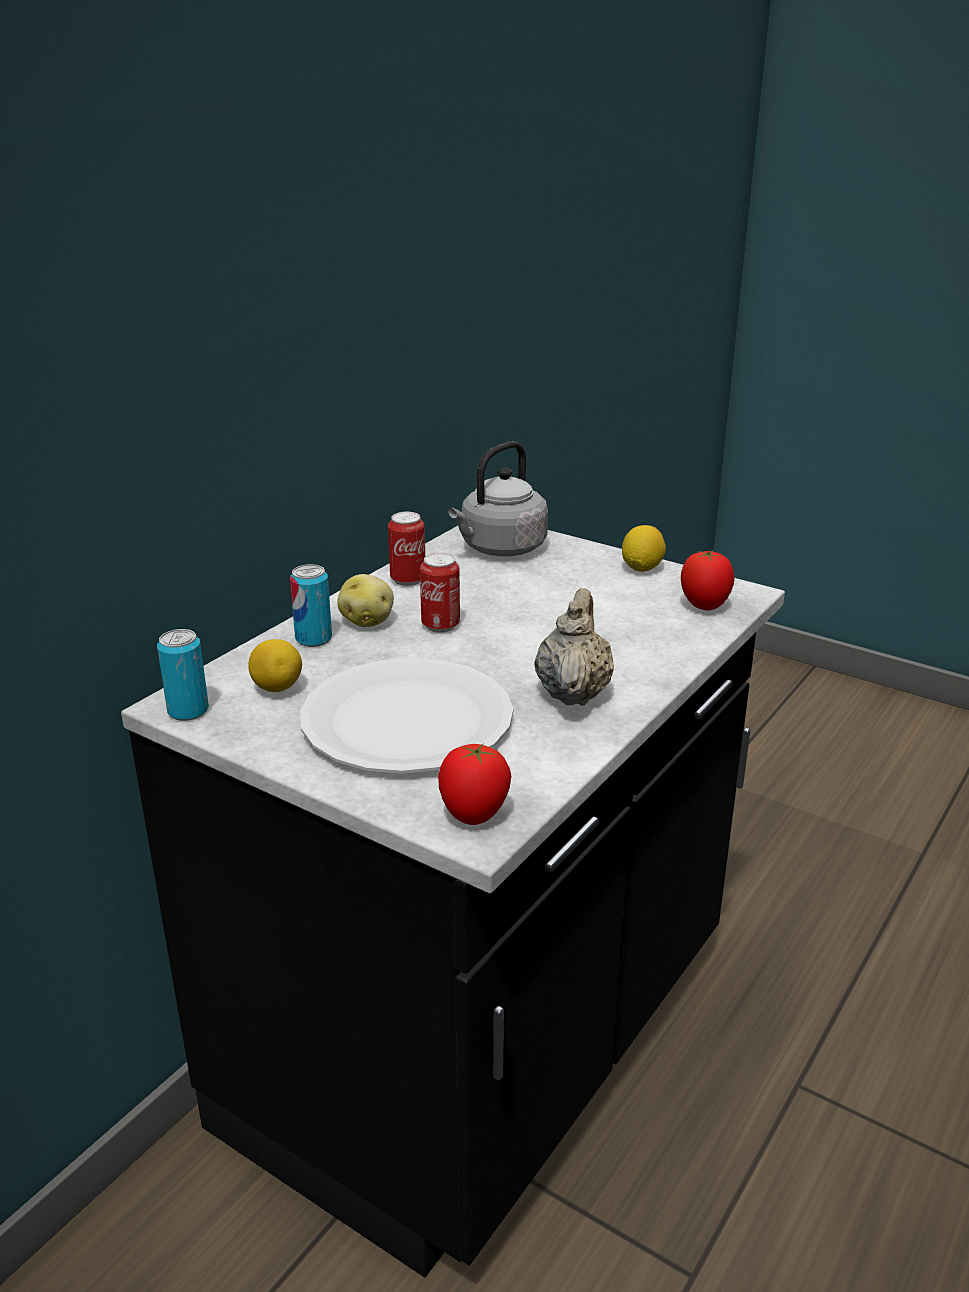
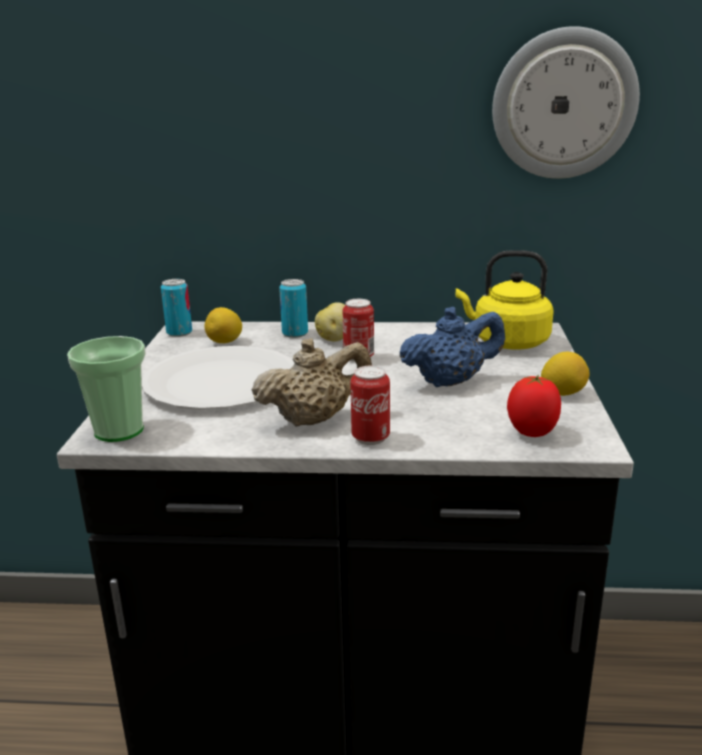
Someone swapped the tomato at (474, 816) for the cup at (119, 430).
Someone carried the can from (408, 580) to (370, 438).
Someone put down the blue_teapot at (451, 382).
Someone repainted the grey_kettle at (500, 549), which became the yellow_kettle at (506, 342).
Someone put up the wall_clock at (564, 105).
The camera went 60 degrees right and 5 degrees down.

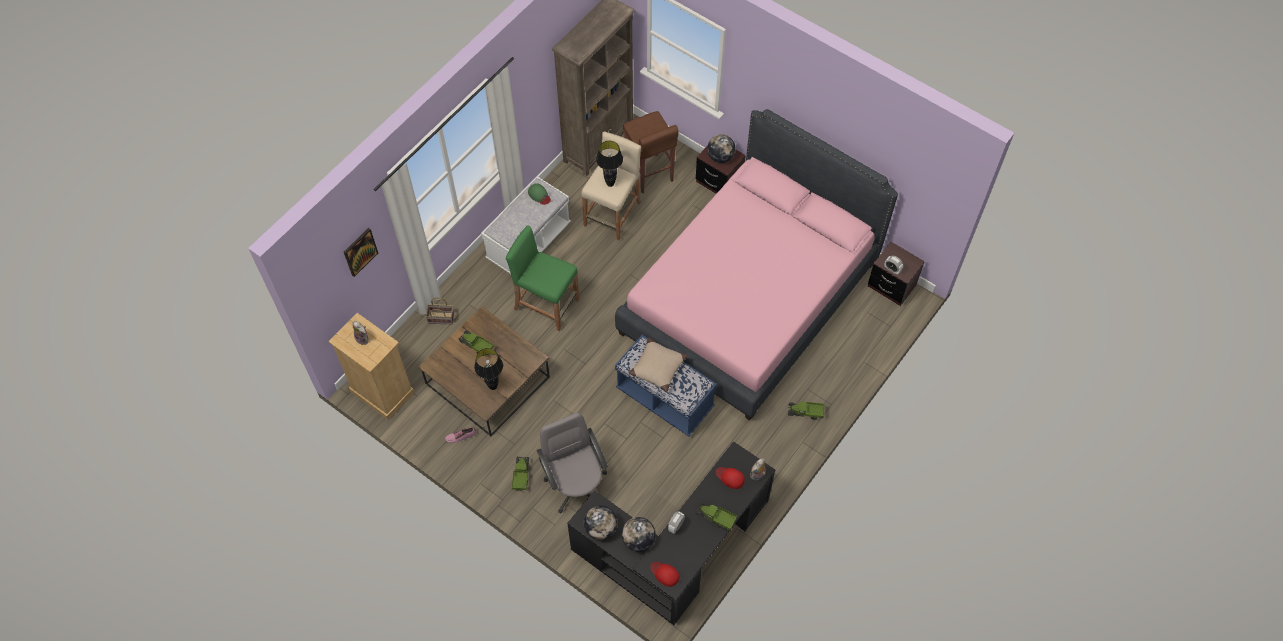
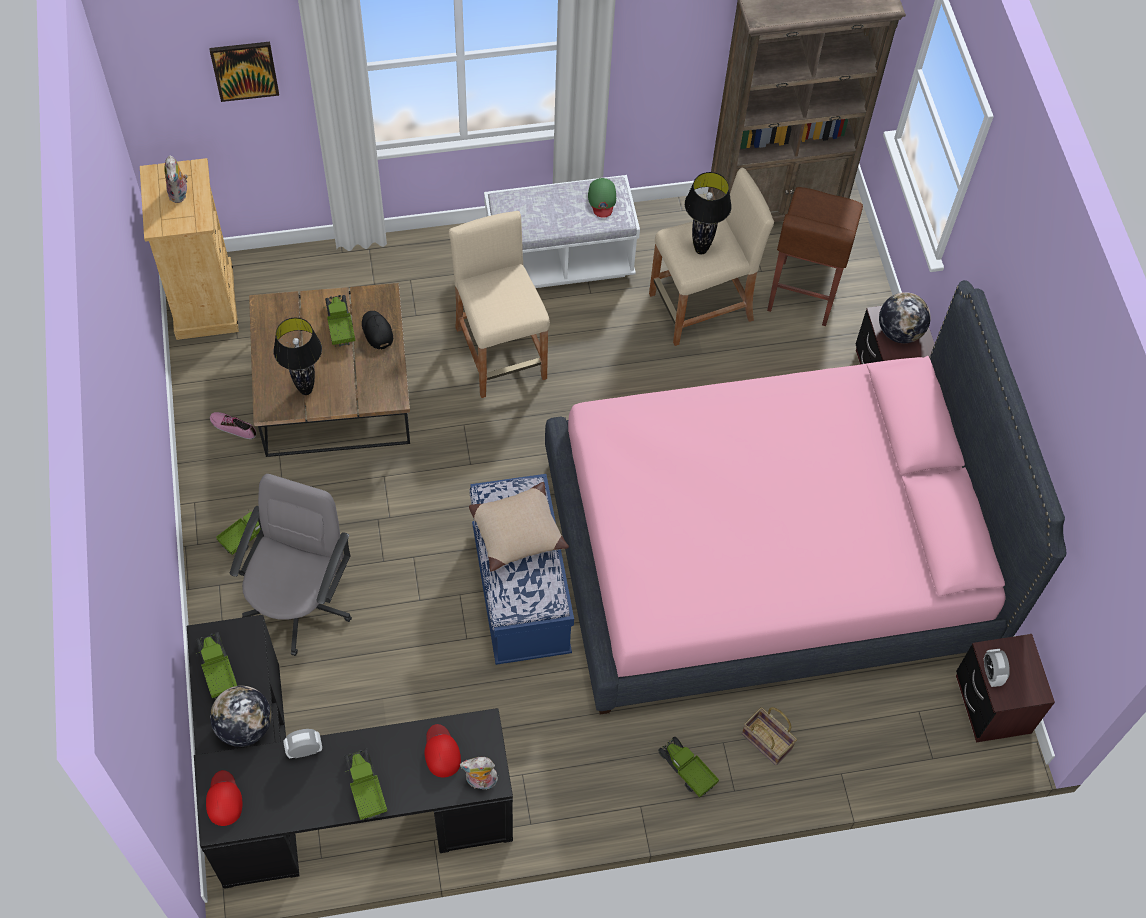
Someone swapped the globe at (601, 528) for the toy_truck at (217, 669).
Someone put down the black_cap at (377, 331).
Someone repainted the green_stool at (546, 304), which became the beige_stool at (500, 353).
Someone carried the basket from (442, 317) to (768, 741).
The camera went 40 degrees right and 0 degrees up.

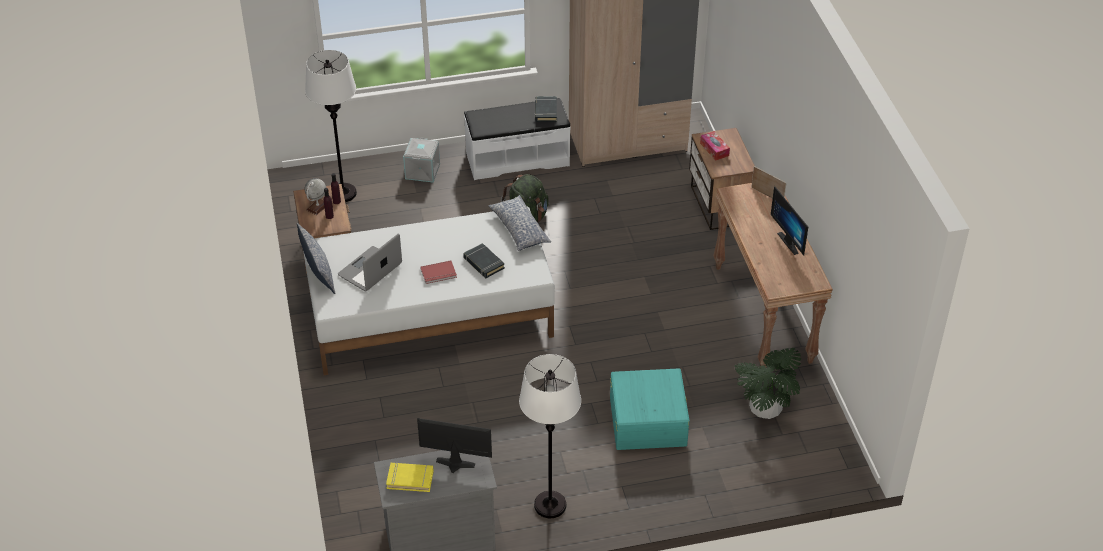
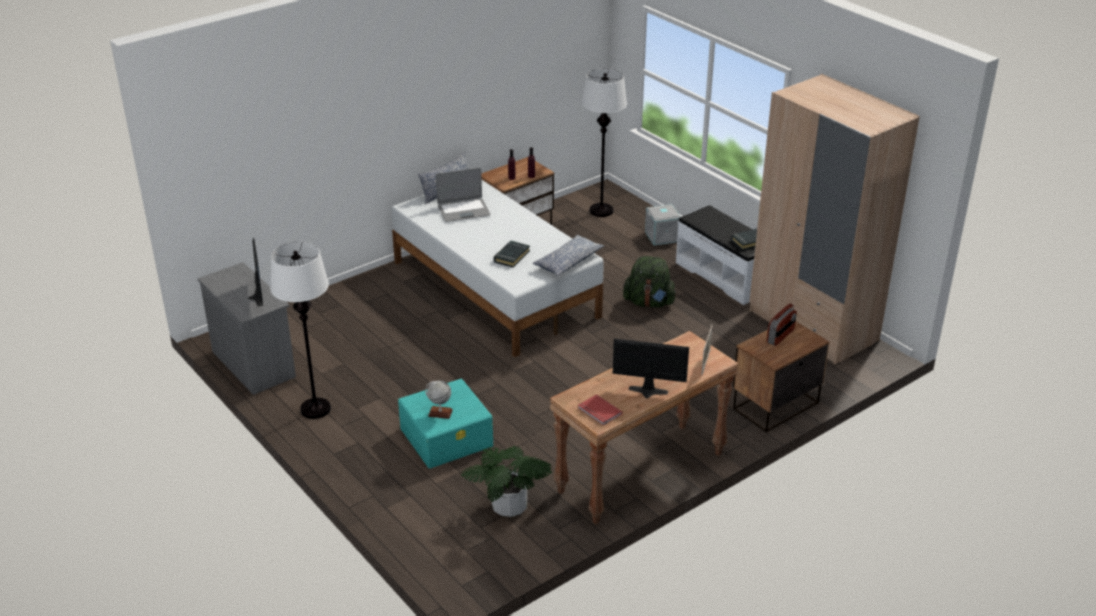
Someone carried the globe from (317, 207) to (440, 413).
Someone rotated the laptop at (370, 270) by 150 degrees clockwise.
Someone carried the red_book from (439, 274) to (599, 412).
Someone rotated the monitor at (791, 242) by 60 degrees clockwise.
Someone swapped the tissue_box at (714, 149) for the radio at (780, 336).
Someone took away the yellow_book at (410, 479).
The camera went 65 degrees right and 10 degrees down.

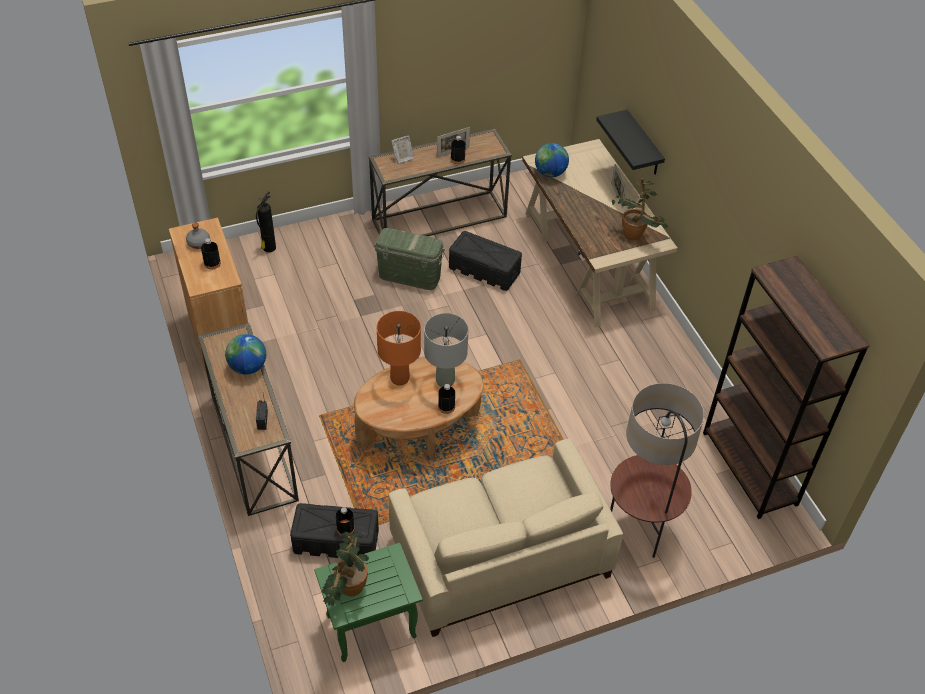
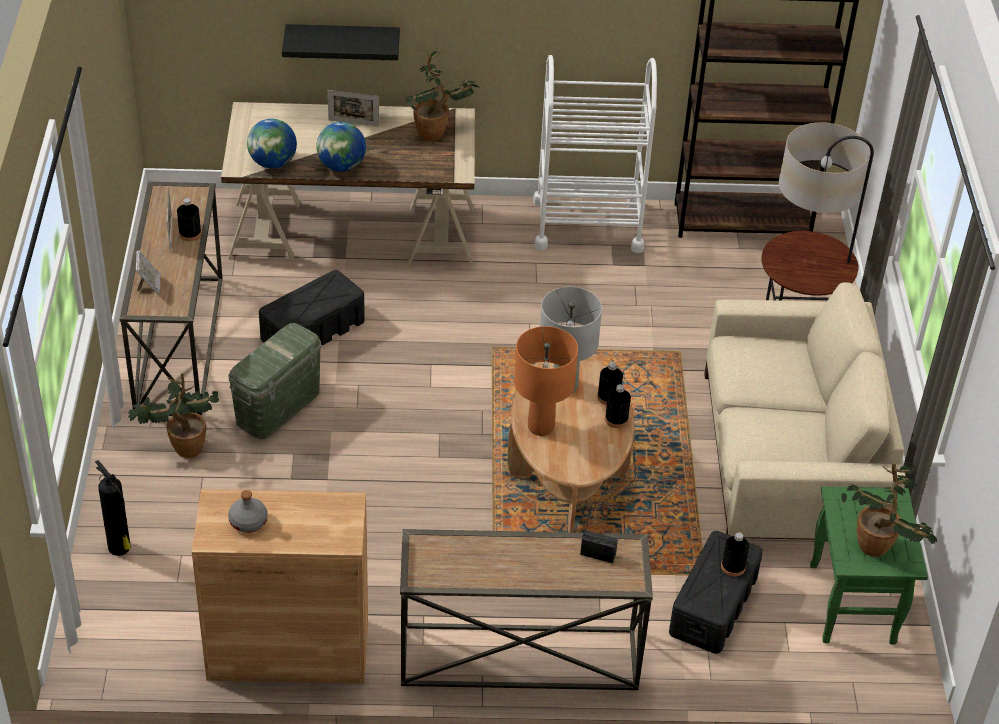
Someone put down the potted_plant at (181, 447).
Someone carried the globe from (248, 367) to (341, 166).
Someone put down the white_cart at (587, 225).
Someone carried the black_bottle from (212, 263) to (616, 419).
The camera went 70 degrees left and 5 degrees down.

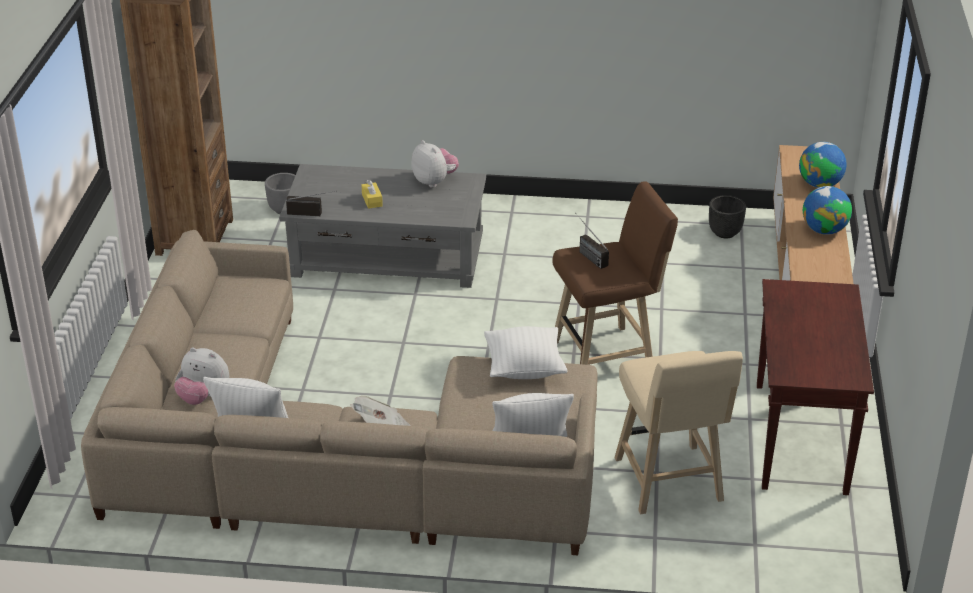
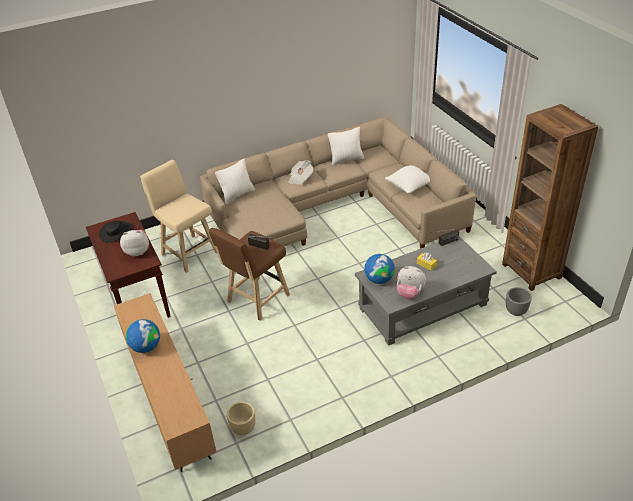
Someone put down the black_hat at (116, 232).
Someone carried the plush_toy from (203, 397) to (137, 251).
Someone repainted the black_planter at (725, 233), which became the beige_planter at (243, 428).
Someone carried the globe from (820, 184) to (379, 280).
Someone carried the white_pillow from (524, 368) to (409, 187).
The camera went 150 degrees right and 5 degrees up.

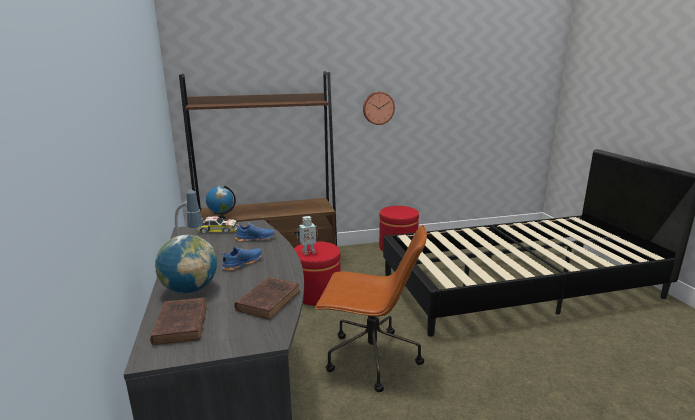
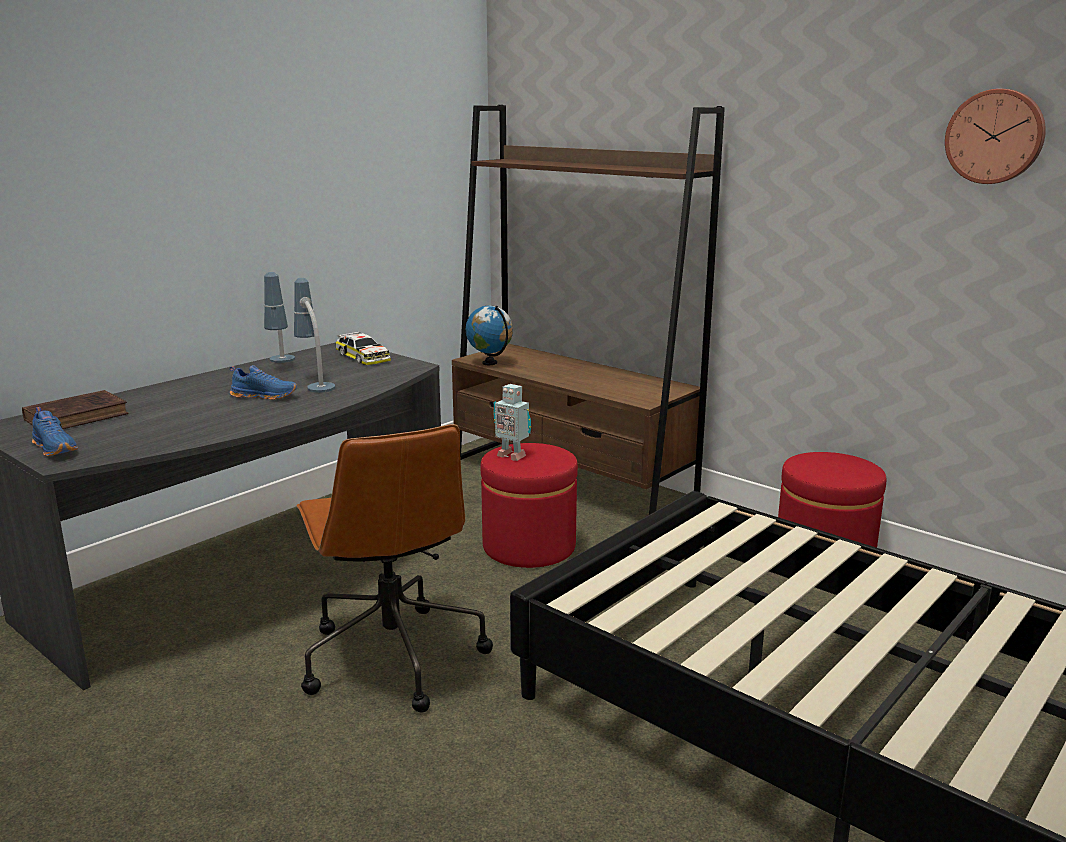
Someone carried the blue_shoe from (255, 238) to (56, 448).
Someone put down the table_lamp at (315, 383).
Someone carried the wall_clock from (378, 108) to (995, 136).
Someone took away the globe at (190, 289).
Someone took away the brown_book at (269, 300).
The camera went 55 degrees right and 0 degrees up.

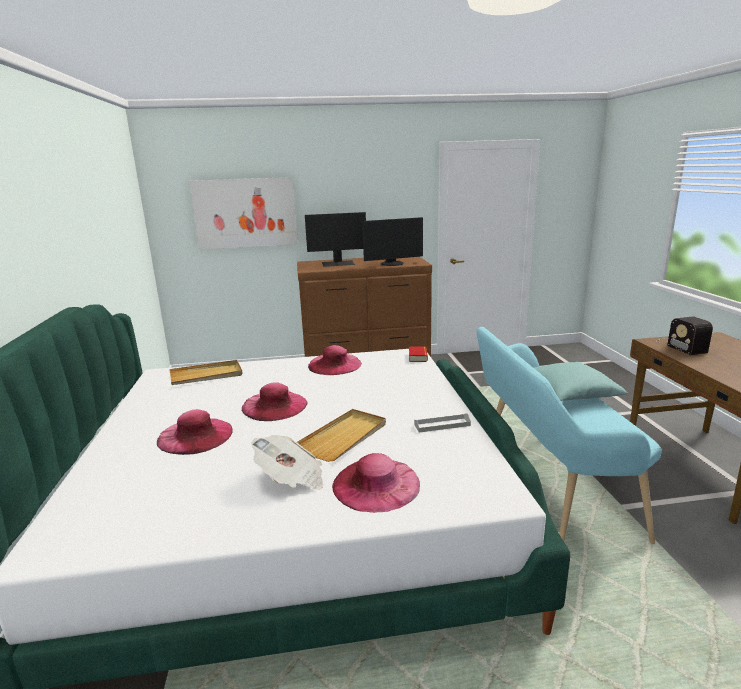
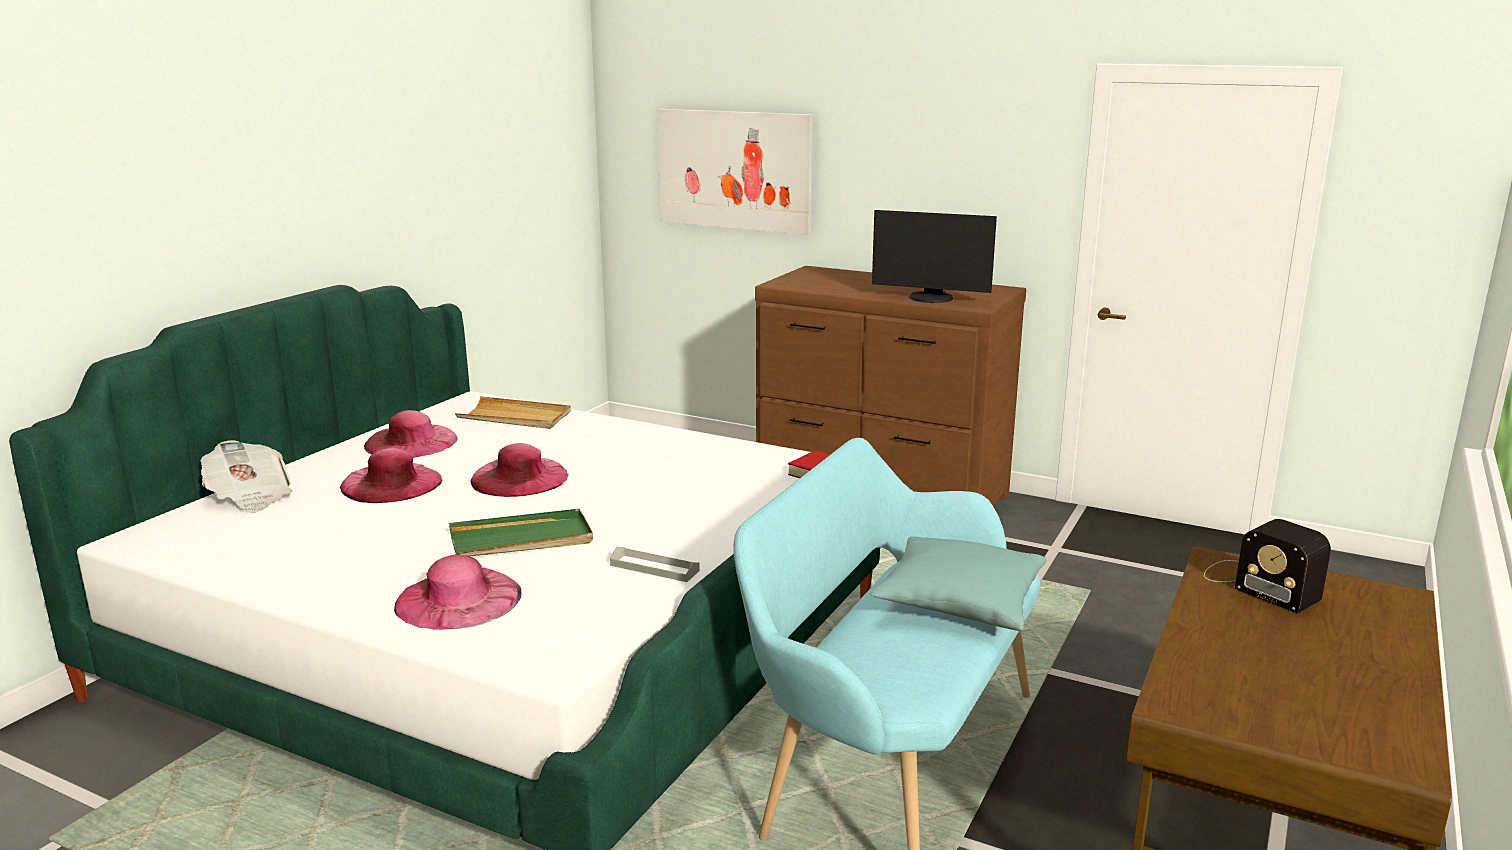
Someone carried the newspaper from (291, 479) to (250, 497).
Someone carried the pink_hat from (334, 364) to (411, 442).
Someone repainted the beige_tray at (344, 437), which became the green_tray at (522, 539).
Someone rotated the radio at (680, 345) by 60 degrees counterclockwise.
Someone took away the monitor at (338, 263).
The camera went 35 degrees right and 0 degrees up.

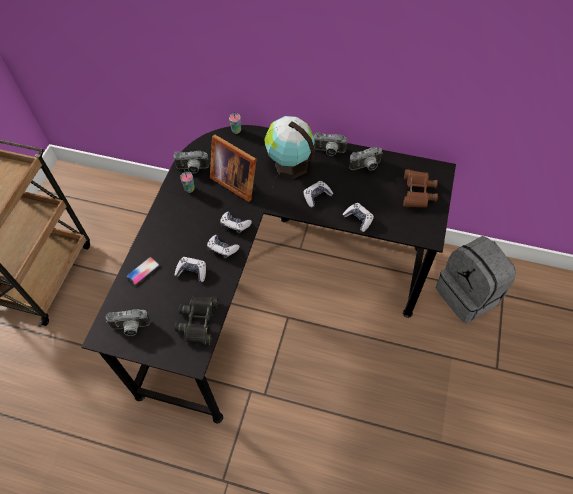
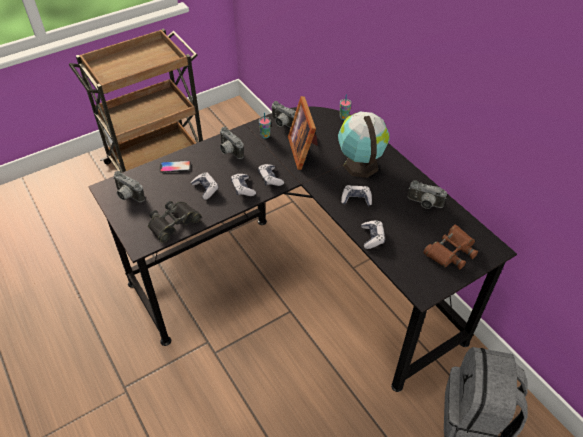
Someone carried the photo_camera from (329, 151) to (229, 151).
The camera went 40 degrees right and 10 degrees down.

